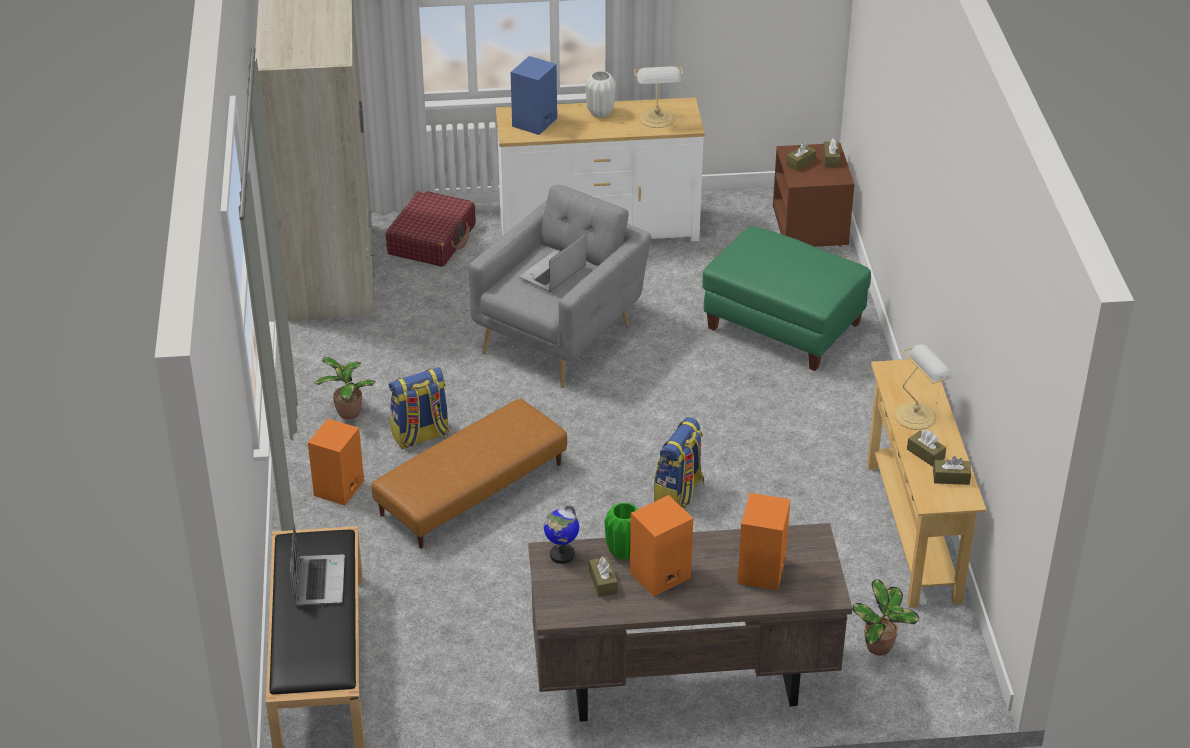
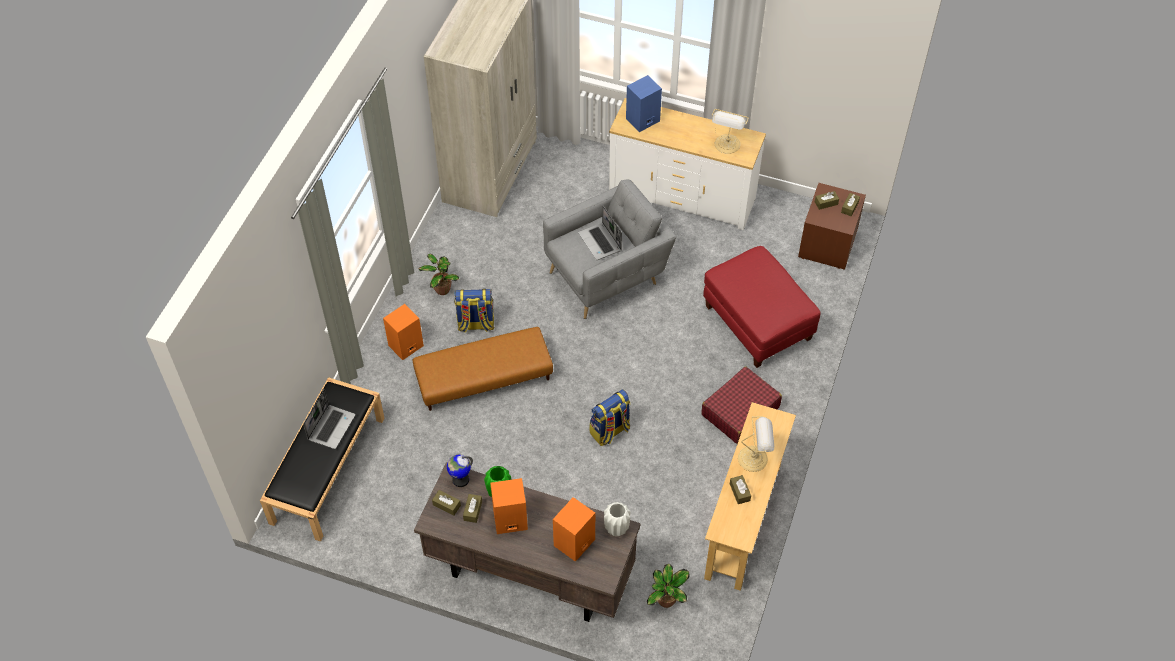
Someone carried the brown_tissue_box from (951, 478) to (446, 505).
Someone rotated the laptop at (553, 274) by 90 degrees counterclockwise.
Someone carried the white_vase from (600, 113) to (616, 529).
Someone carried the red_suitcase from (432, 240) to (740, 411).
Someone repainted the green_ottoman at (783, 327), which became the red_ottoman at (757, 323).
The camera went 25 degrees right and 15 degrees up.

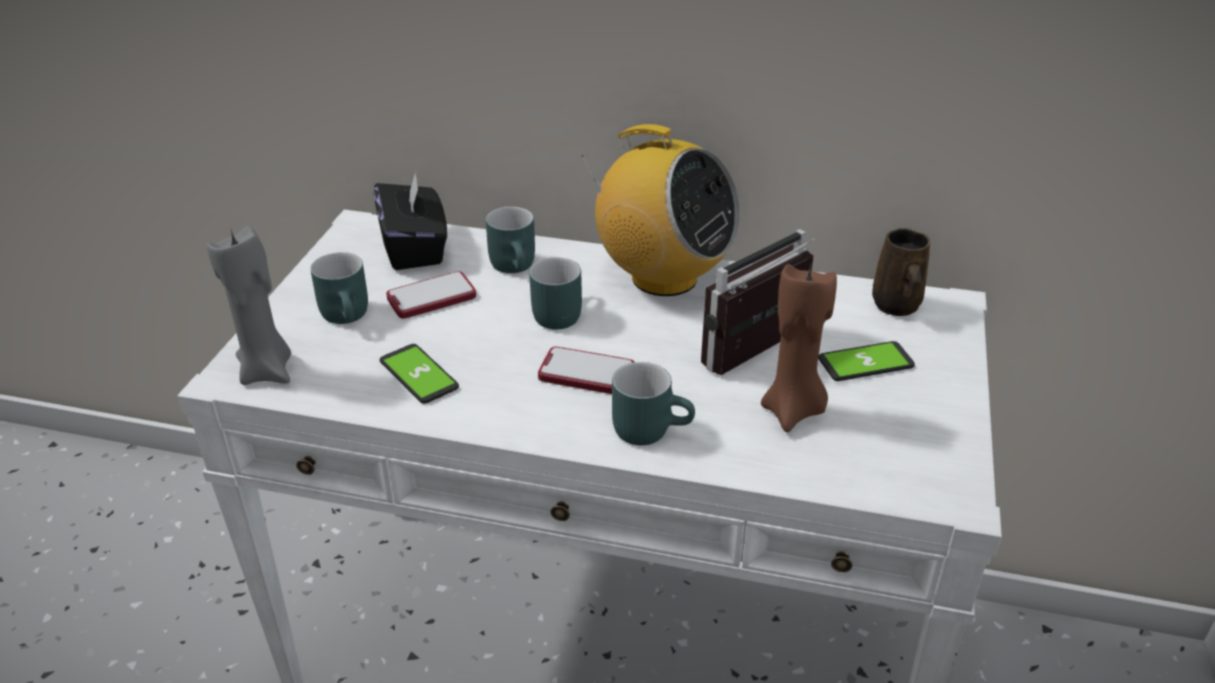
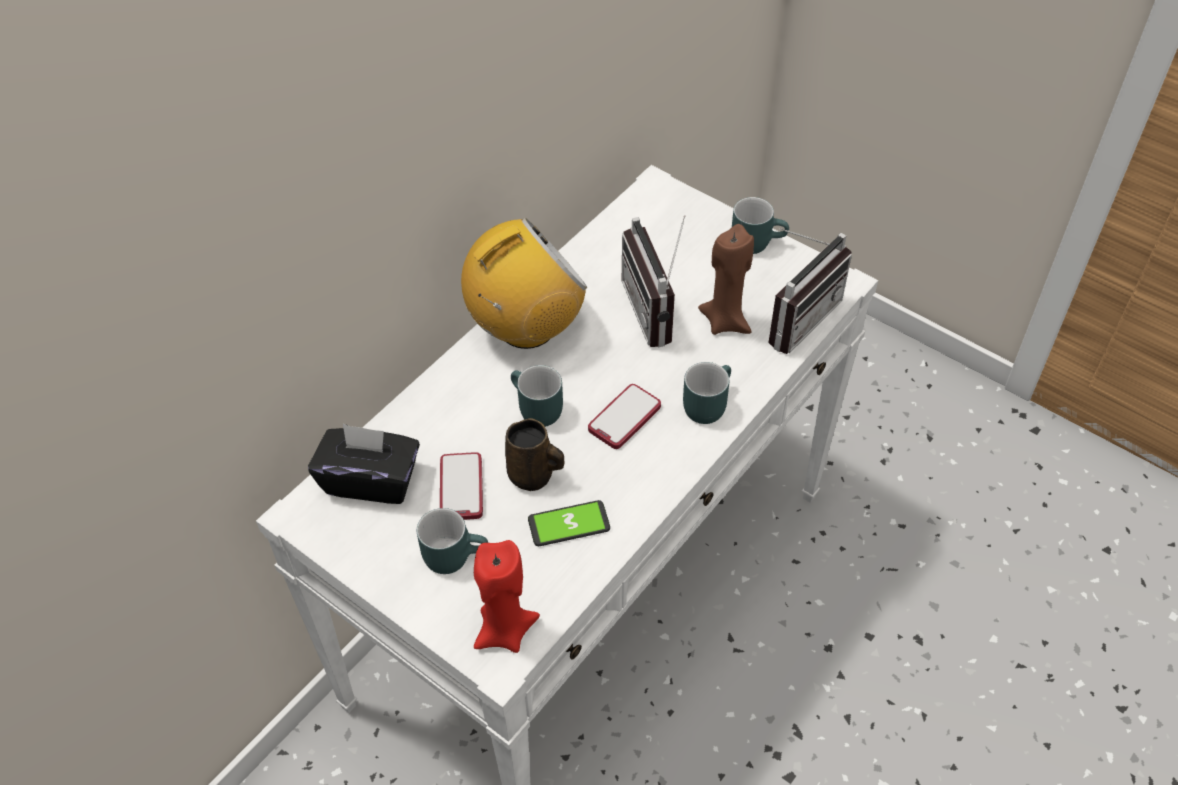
Someone repainted the grey_candle at (267, 371), which became the red_candle at (504, 631).
Someone carried the brown_mug from (896, 306) to (533, 476).
Someone carried the turquoise_mug from (517, 266) to (756, 241).
Someone put down the radio at (796, 316).
Someone took away the phone at (865, 363).
The camera went 65 degrees left and 15 degrees up.

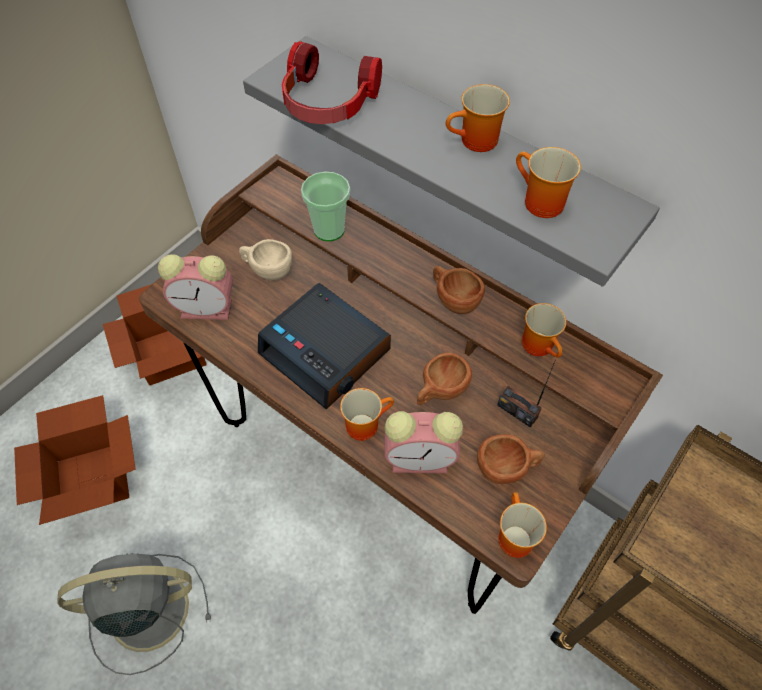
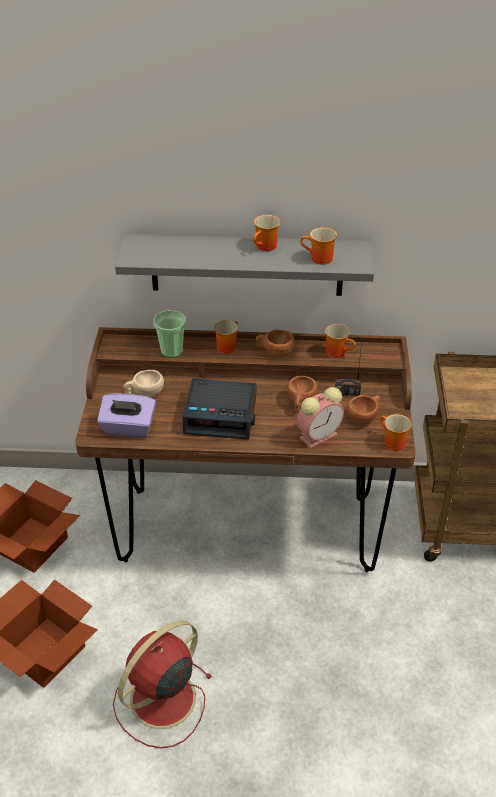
Someone swapped the alarm_clock at (208, 308) for the purple_tissue_box at (128, 428).
Someone repainted the grey_fan at (145, 610), which became the red_fan at (160, 701).
Someone carried the mug from (364, 422) to (226, 346).
Someone took away the headphones at (327, 103).
The camera went 35 degrees left and 15 degrees down.

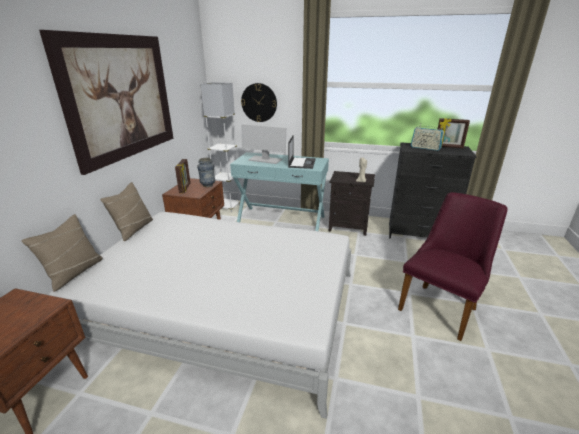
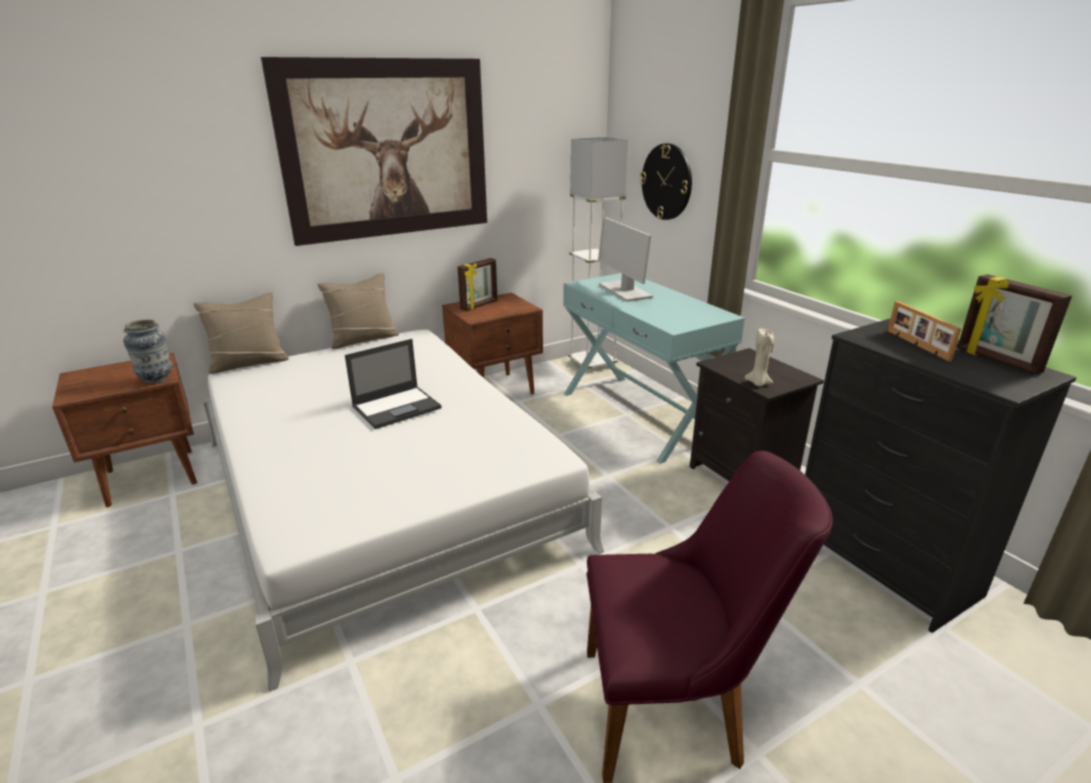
Someone carried the vase from (208, 185) to (157, 379).
Someone carried the laptop from (302, 163) to (397, 407).
Someone swapped the radio at (425, 148) for the picture_frame at (916, 345).
The camera went 45 degrees right and 0 degrees up.

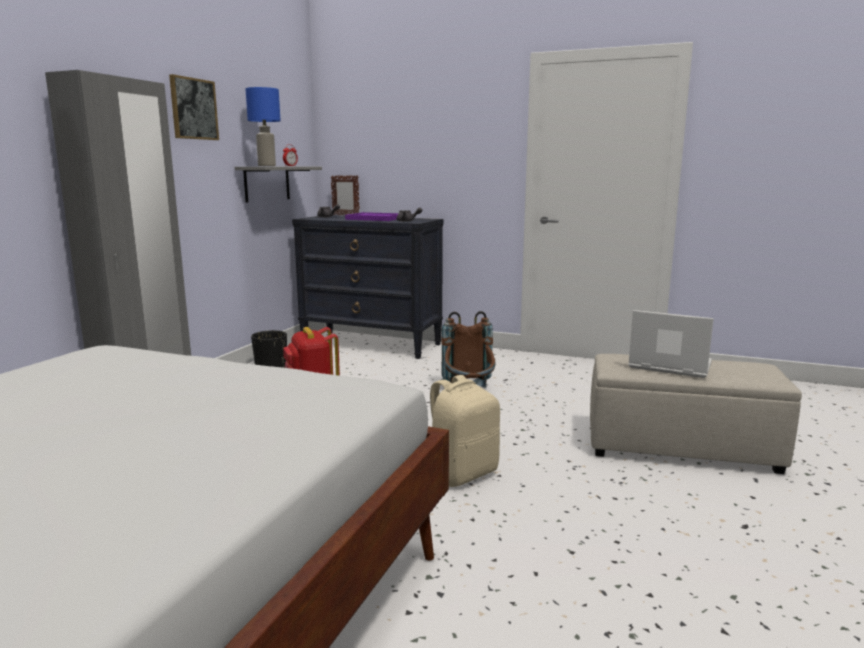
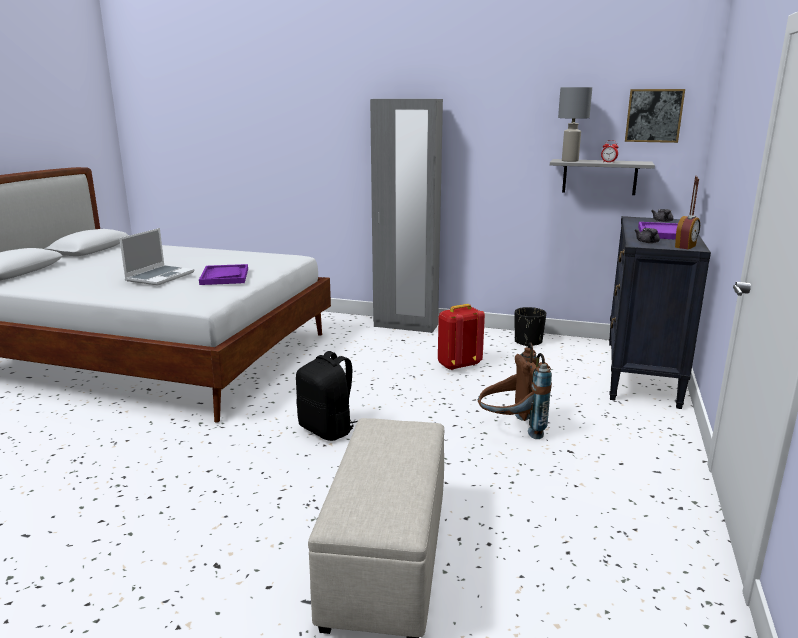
Someone carried the laptop from (668, 366) to (160, 276).
Someone put down the purple_tray at (224, 276).
Someone repainted the beige_backpack at (462, 473), which became the black_backpack at (328, 430).
Someone repainted the blue_table_lamp at (266, 166), which became the grey_table_lamp at (569, 161).
Someone carried the picture from (193, 109) to (654, 115).
Someone put down the alarm_clock at (685, 247).
The camera went 85 degrees right and 5 degrees up.

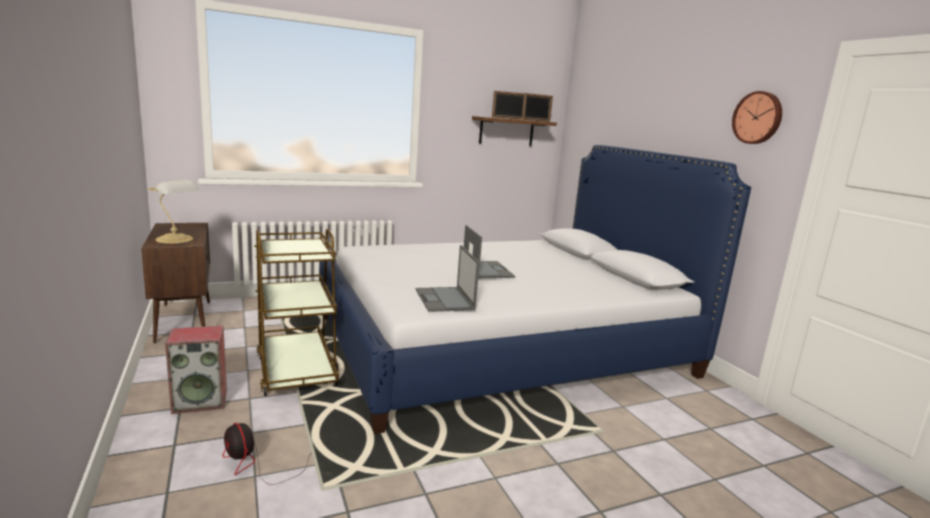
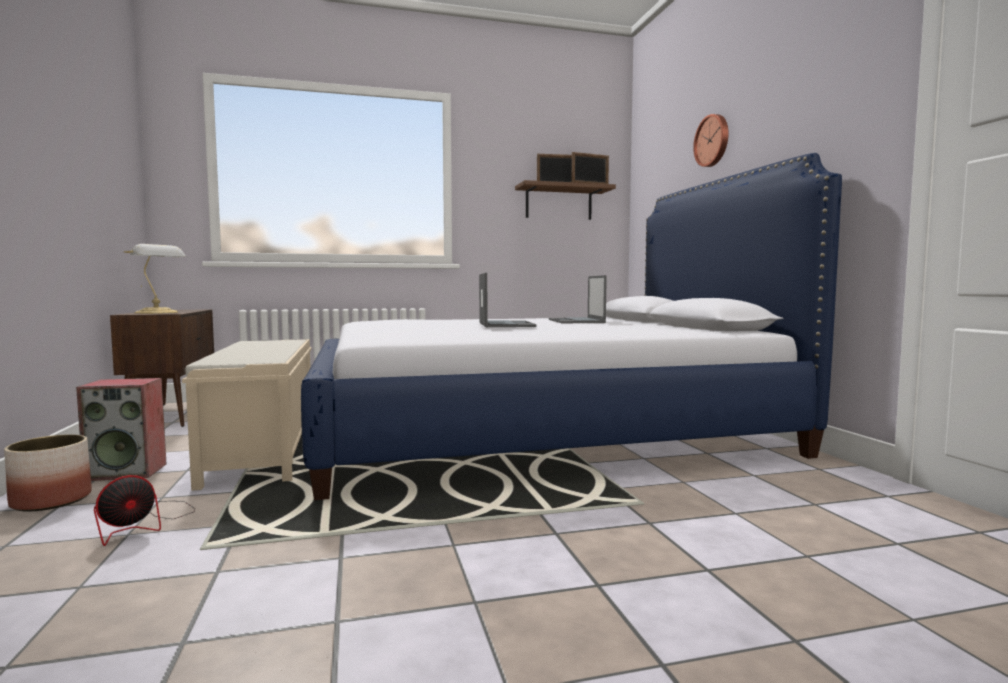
Someone put down the planter at (51, 501).
Someone rotated the fan at (259, 464) by 105 degrees counterclockwise.
Someone swapped the brown_cart at (296, 370) for the beige_bench at (263, 449).
Someone carried the laptop from (445, 300) to (576, 321).
Someone carried the wall_clock from (758, 118) to (713, 141).
The camera went 10 degrees right and 10 degrees down.

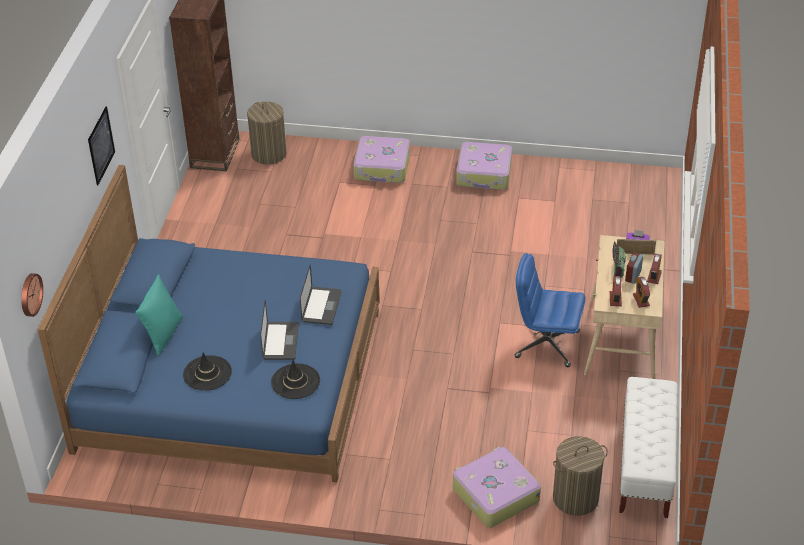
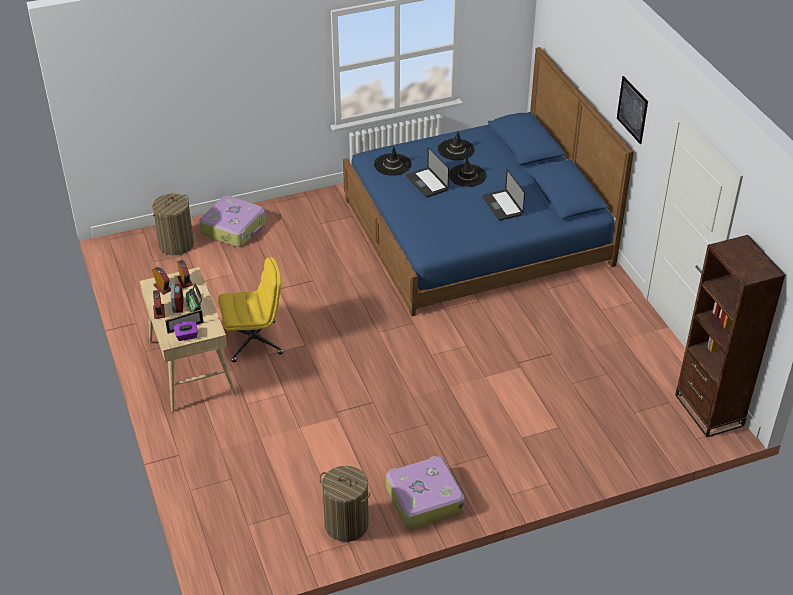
Someone repainted the blue_office_chair at (546, 344), which became the yellow_office_chair at (254, 341).
Someone carried the laundry_basket from (269, 154) to (346, 524).
Someone put down the black_hat at (467, 176).
Someone carried the laptop from (321, 306) to (502, 206).
Someone took away the wall_clock at (29, 294).
Someone took away the turquoise_pillow at (163, 334).
Someone took away the suitcase at (382, 167).
Someone took away the white_bench at (645, 466).
The camera went 150 degrees right and 0 degrees up.

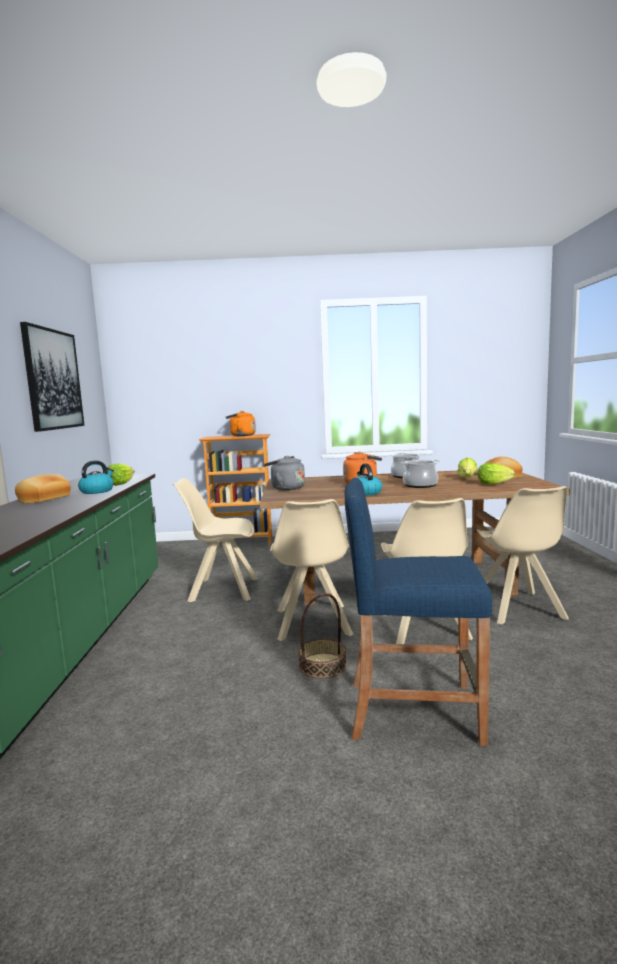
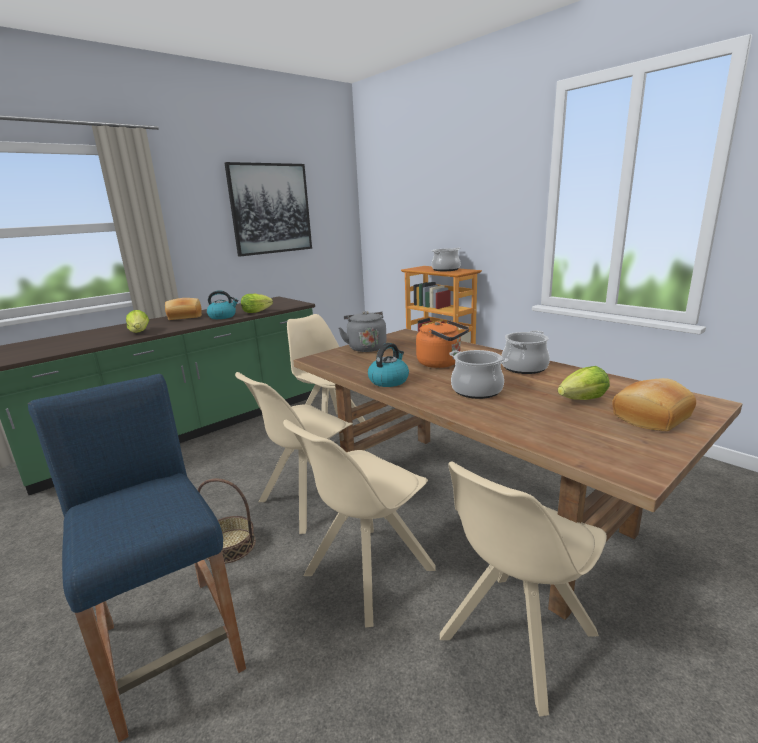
Someone carried the lettuce from (493, 484) to (140, 332).
Someone swapped the orange_kettle at (241, 435) for the cooking_pot at (445, 269).
The camera went 50 degrees right and 10 degrees up.

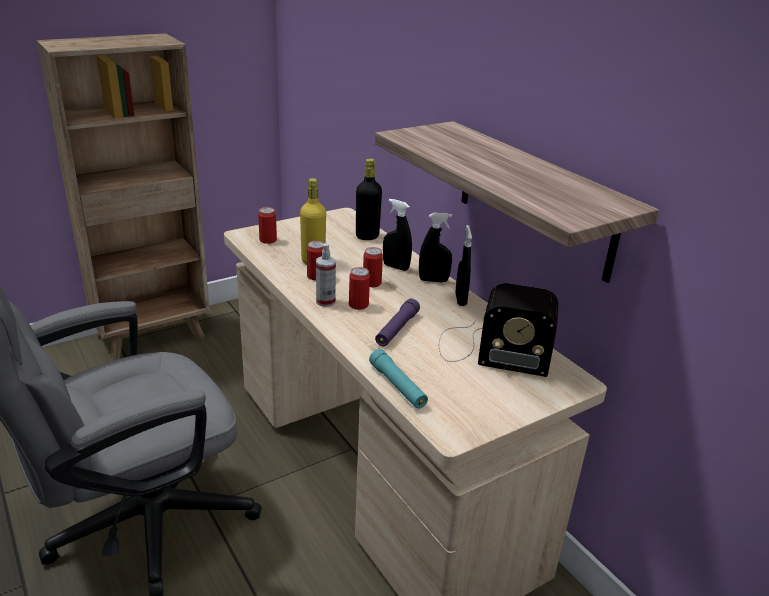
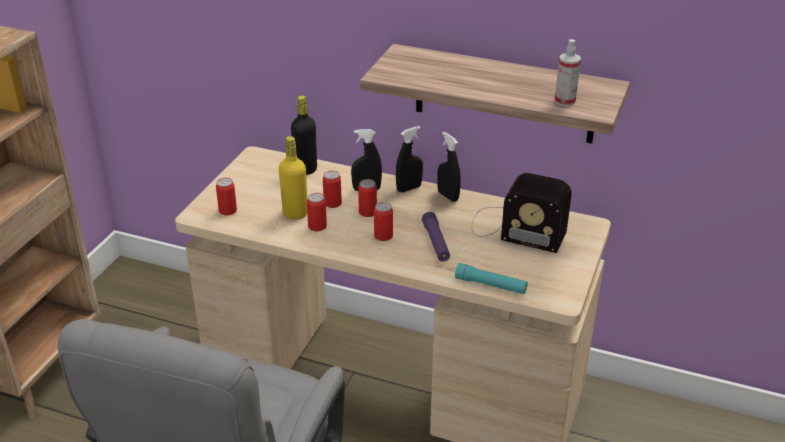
Someone put down the can at (332, 203).
Someone rotated the radio at (489, 350) by 45 degrees clockwise.
Someone carried the spray_bottle from (325, 301) to (565, 101).
The camera went 35 degrees left and 5 degrees up.

